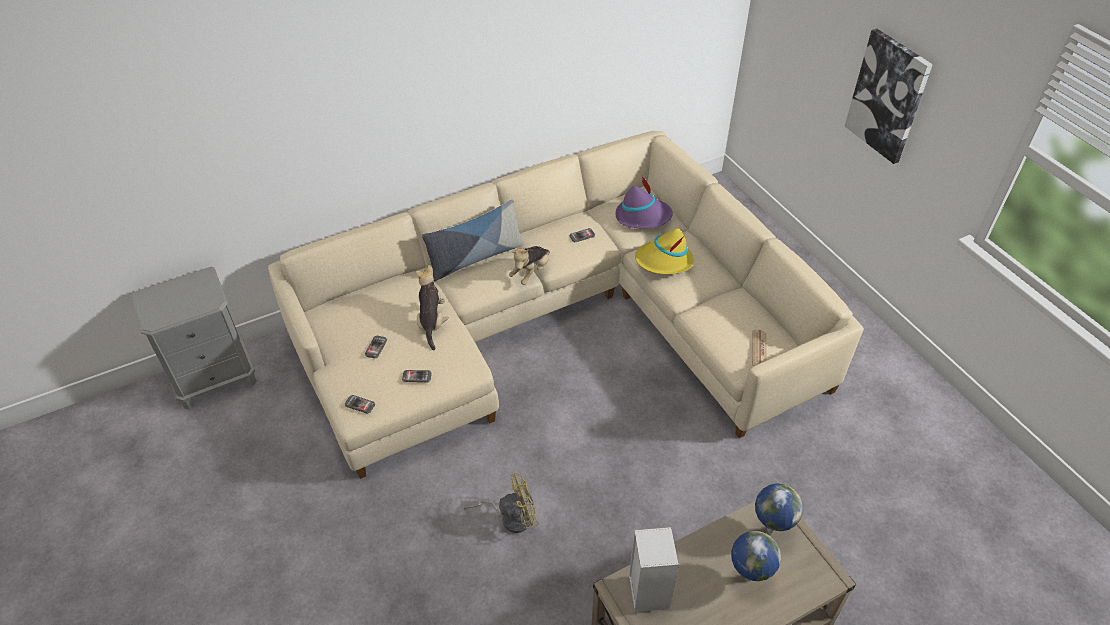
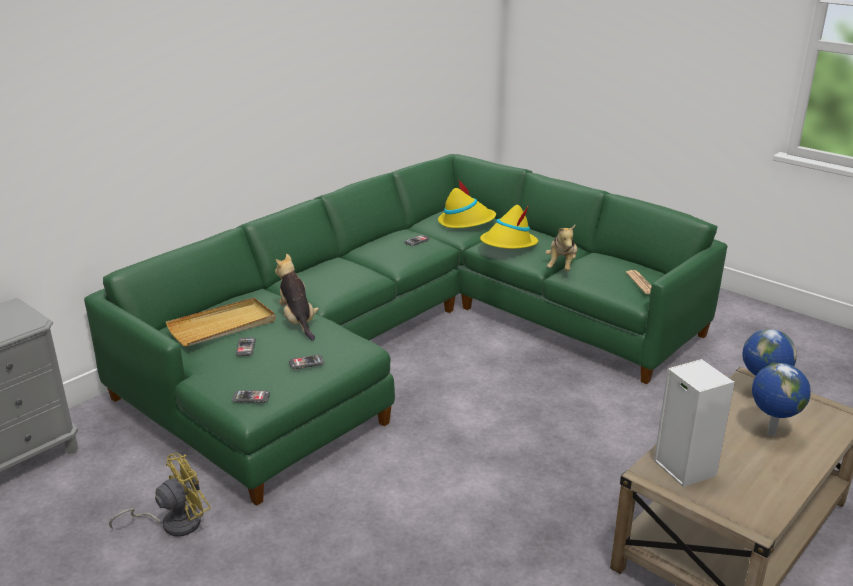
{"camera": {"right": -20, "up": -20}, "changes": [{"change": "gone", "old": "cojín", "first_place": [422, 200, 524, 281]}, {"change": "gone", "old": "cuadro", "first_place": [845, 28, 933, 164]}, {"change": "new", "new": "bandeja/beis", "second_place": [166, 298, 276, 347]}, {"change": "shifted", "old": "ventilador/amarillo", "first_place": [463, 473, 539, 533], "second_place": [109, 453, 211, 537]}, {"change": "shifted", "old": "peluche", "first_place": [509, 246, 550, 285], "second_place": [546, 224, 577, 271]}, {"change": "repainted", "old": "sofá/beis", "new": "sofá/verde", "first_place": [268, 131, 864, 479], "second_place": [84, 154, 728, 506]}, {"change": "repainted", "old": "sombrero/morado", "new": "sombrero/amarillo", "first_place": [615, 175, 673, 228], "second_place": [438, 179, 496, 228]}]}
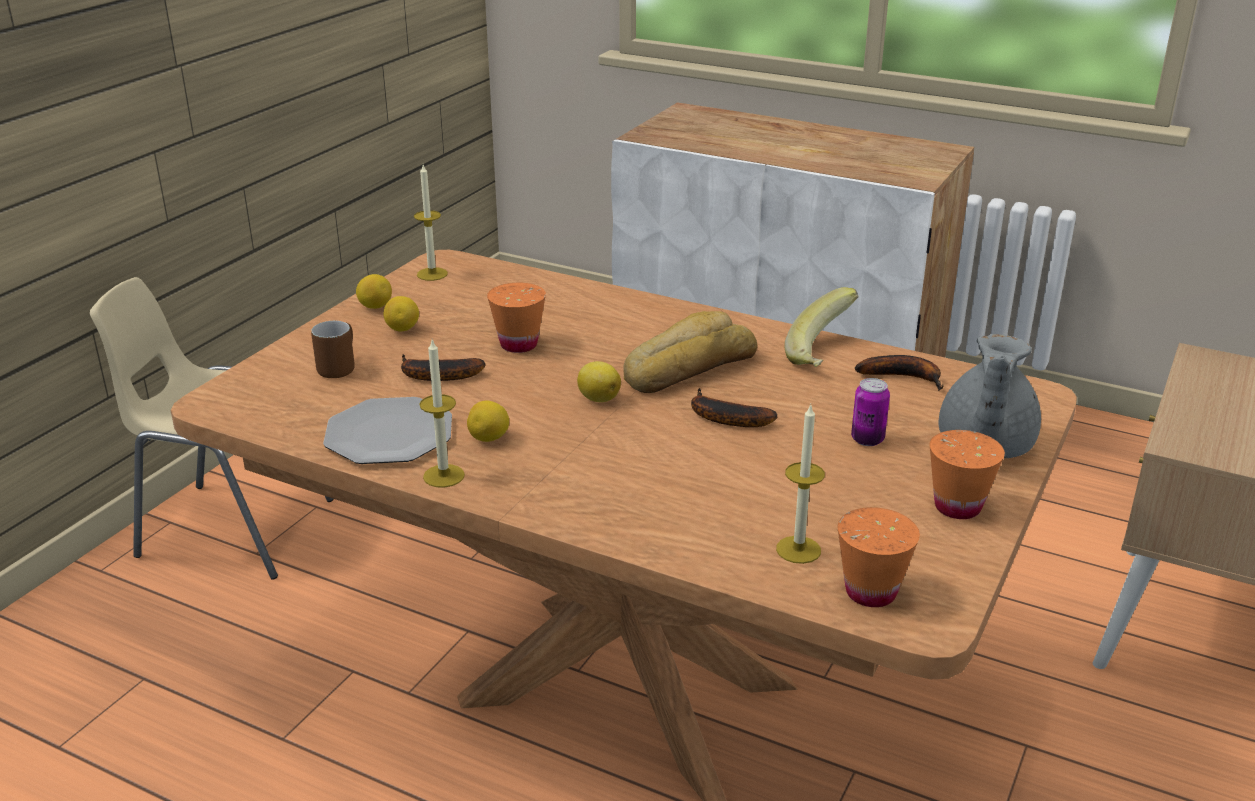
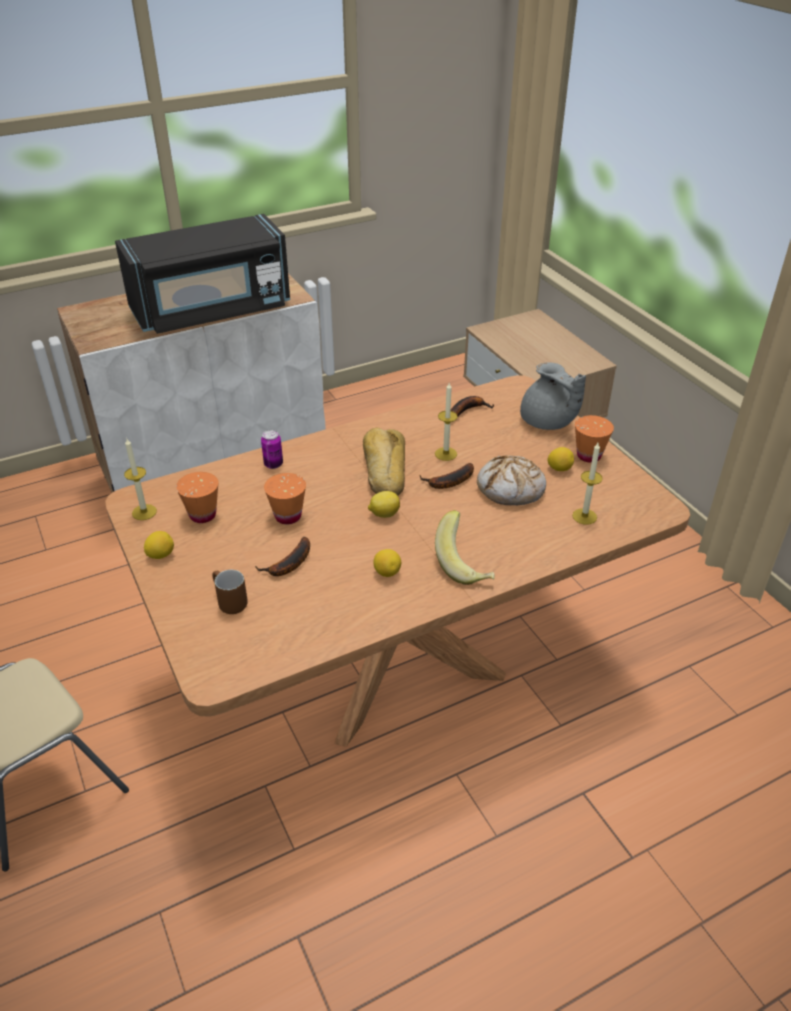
{"camera": {"right": -55, "up": 10}, "changes": [{"change": "gone", "old": "plato", "first_place": [323, 397, 452, 464]}, {"change": "new", "new": "microondas/negro", "second_place": [115, 214, 290, 334]}, {"change": "new", "new": "pan", "second_place": [477, 455, 546, 505]}, {"change": "shifted", "old": "limón", "first_place": [384, 296, 419, 331], "second_place": [547, 447, 574, 471]}, {"change": "shifted", "old": "vela", "first_place": [419, 339, 465, 488], "second_place": [435, 383, 458, 461]}, {"change": "shifted", "old": "plátano", "first_place": [784, 287, 858, 367], "second_place": [435, 510, 494, 585]}, {"change": "shifted", "old": "taza/naranja", "first_place": [838, 507, 920, 607], "second_place": [176, 472, 219, 523]}, {"change": "shifted", "old": "lata", "first_place": [851, 378, 890, 446], "second_place": [261, 430, 283, 469]}]}
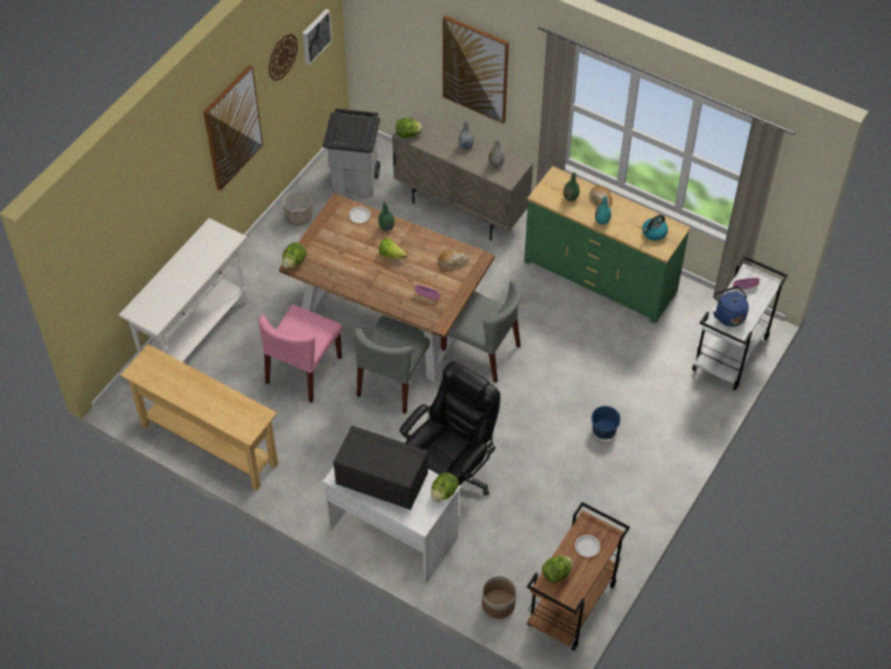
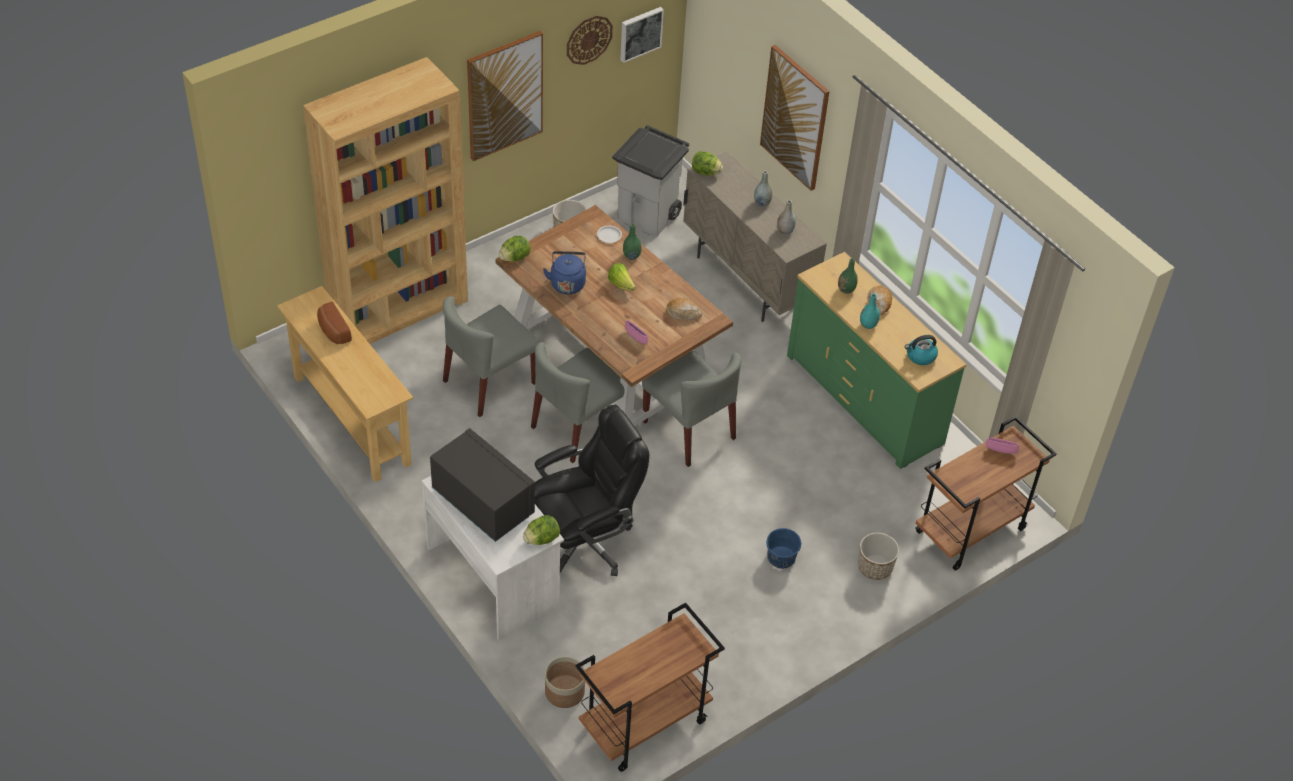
{"camera": {"right": 20, "up": -5}, "changes": [{"change": "gone", "old": "lechuga", "first_place": [542, 556, 573, 583]}, {"change": "gone", "old": "plato/blanco", "first_place": [575, 535, 600, 557]}, {"change": "new", "new": "pan", "second_place": [317, 302, 352, 344]}, {"change": "new", "new": "maceta", "second_place": [858, 533, 899, 580]}, {"change": "shifted", "old": "hervidor/azul", "first_place": [713, 286, 749, 327], "second_place": [543, 251, 586, 294]}, {"change": "swapped", "old": "mesa consola/blanco", "new": "estantería/marrón", "first_place": [119, 218, 247, 362], "second_place": [303, 57, 468, 344]}, {"change": "repainted", "old": "silla/rosa", "new": "silla/gris", "first_place": [258, 305, 342, 403], "second_place": [443, 296, 540, 417]}, {"change": "repainted", "old": "carrito/blanco", "new": "carrito/marrón", "first_place": [692, 255, 788, 390], "second_place": [915, 416, 1057, 571]}]}
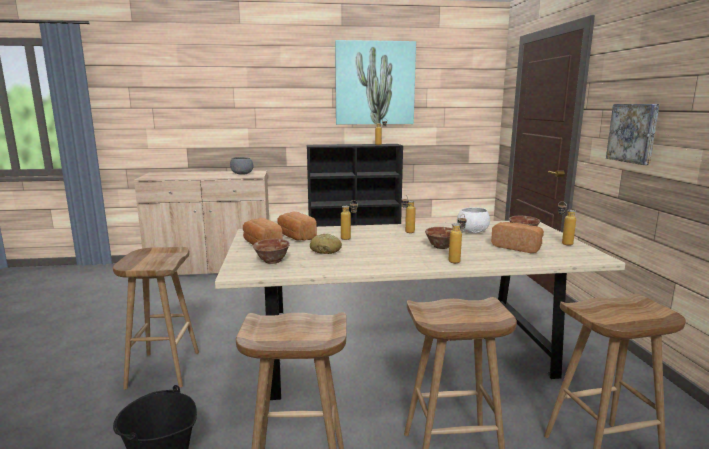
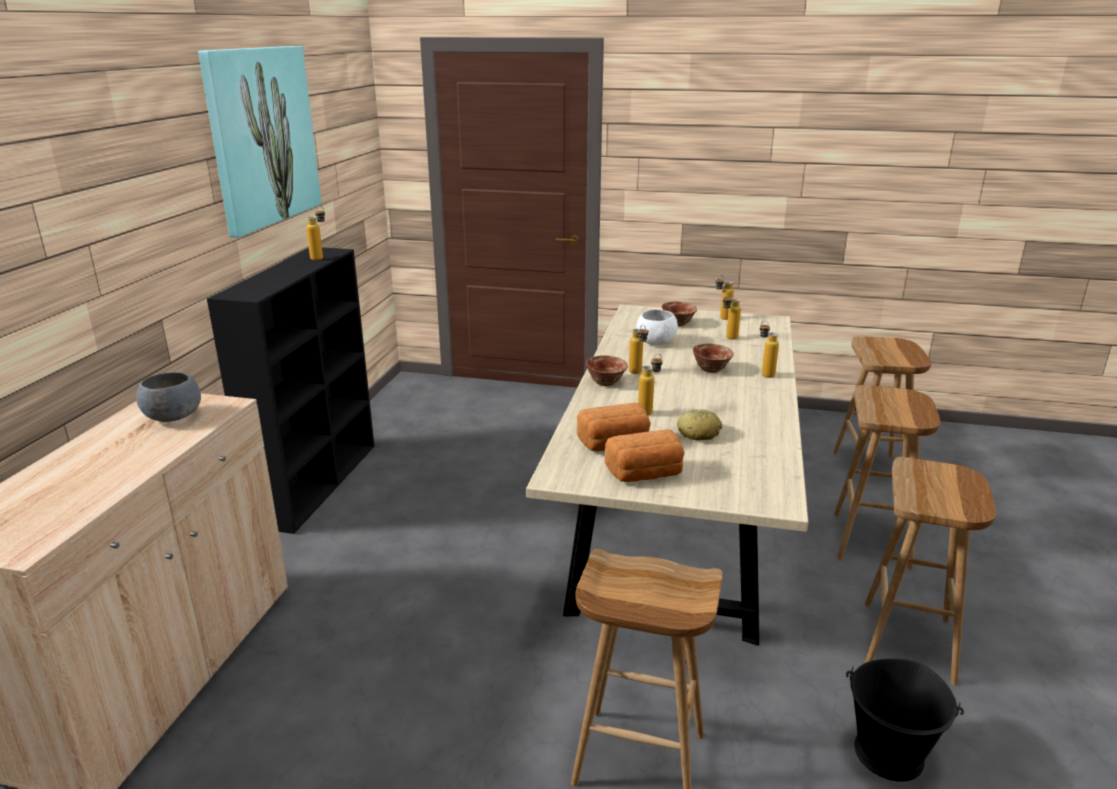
{"camera": {"right": -70, "up": 10}, "changes": [{"change": "gone", "old": "cuadro", "first_place": [606, 104, 659, 165]}, {"change": "shifted", "old": "cuenco", "first_place": [253, 239, 290, 264], "second_place": [586, 355, 628, 386]}, {"change": "swapped", "old": "pan", "new": "botella", "first_place": [491, 222, 544, 253], "second_place": [723, 293, 741, 340]}]}
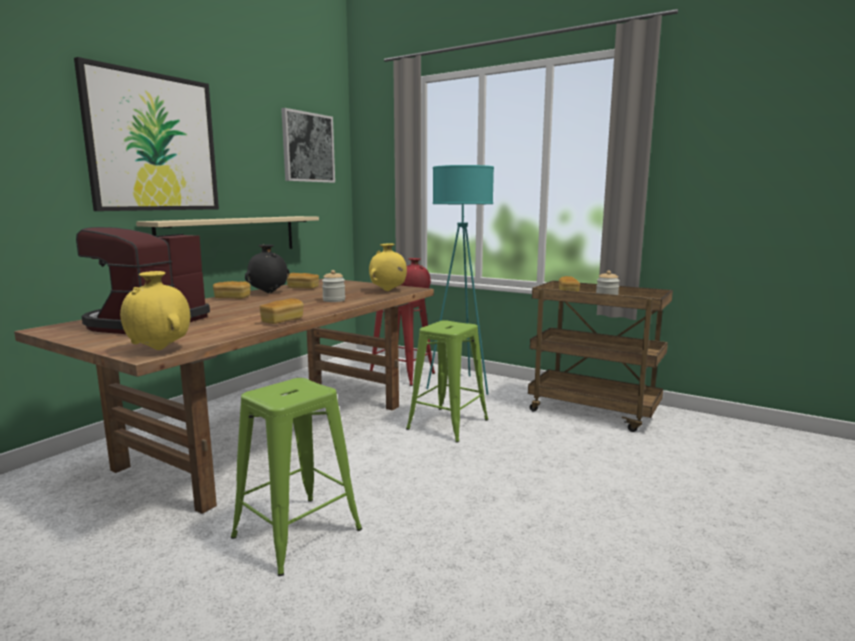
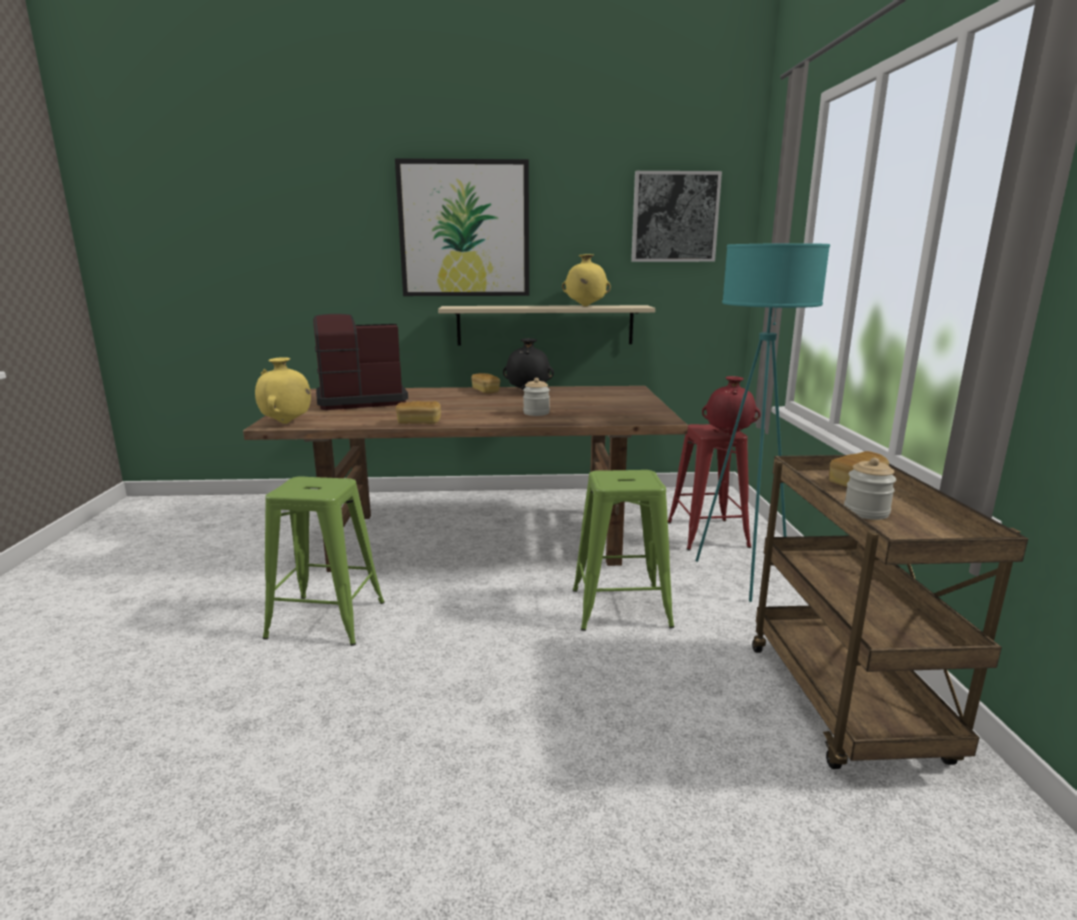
{"camera": {"right": 55, "up": 5}, "changes": [{"change": "gone", "old": "pan", "first_place": [287, 273, 319, 289]}, {"change": "shifted", "old": "florero/amarillo", "first_place": [369, 244, 407, 291], "second_place": [562, 254, 611, 307]}]}
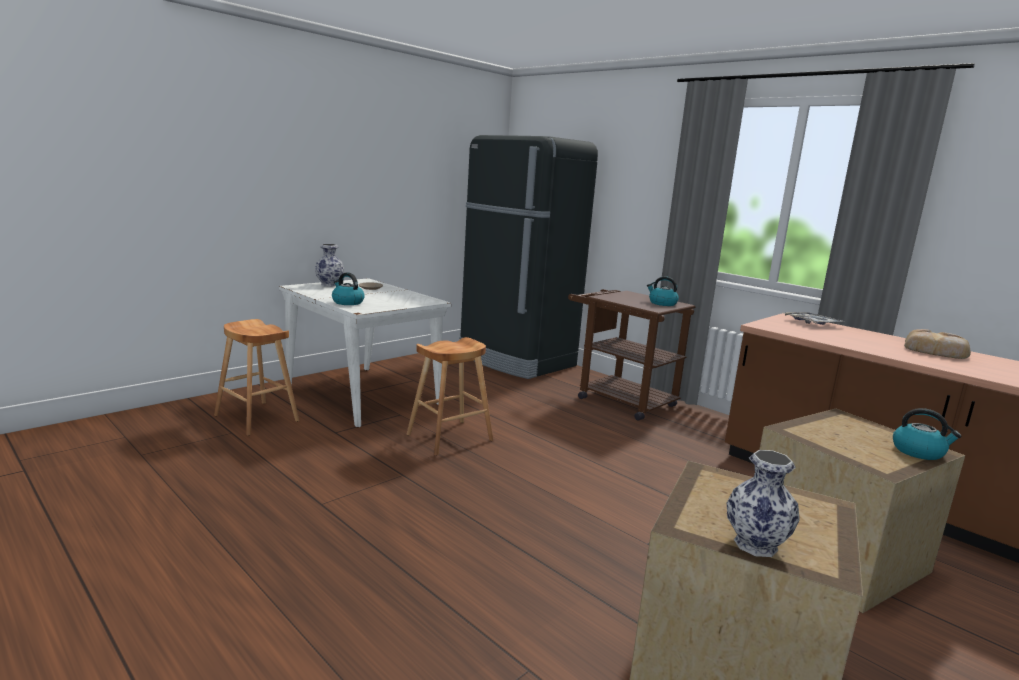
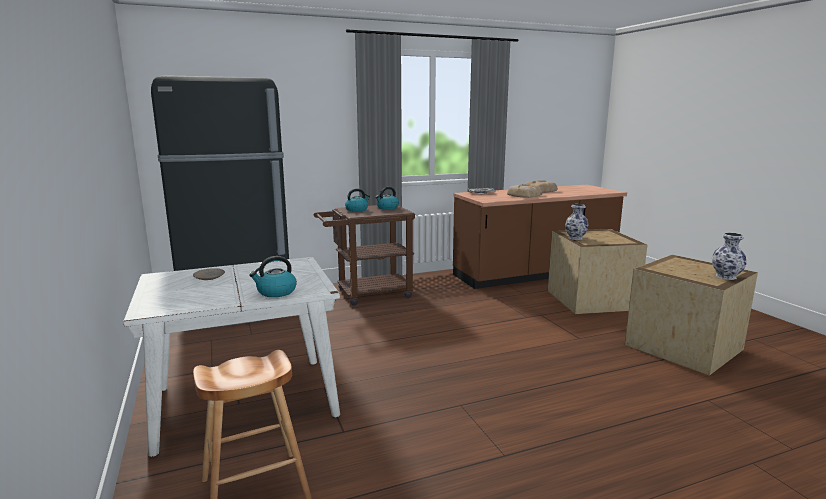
{"camera": {"right": -65, "up": 0}, "changes": [{"change": "gone", "old": "taburete/marrón", "first_place": [406, 337, 493, 456]}, {"change": "new", "new": "pan", "second_place": [507, 184, 543, 198]}, {"change": "shifted", "old": "florero", "first_place": [315, 244, 344, 287], "second_place": [565, 204, 588, 240]}, {"change": "shifted", "old": "hervidor", "first_place": [893, 408, 962, 460], "second_place": [345, 188, 370, 212]}]}
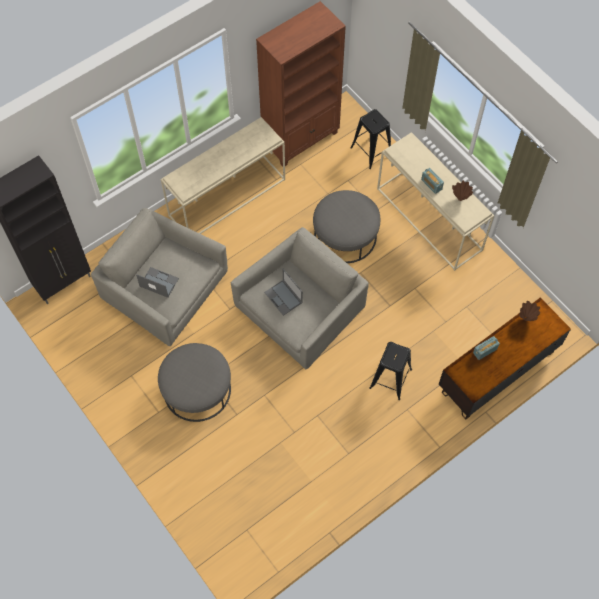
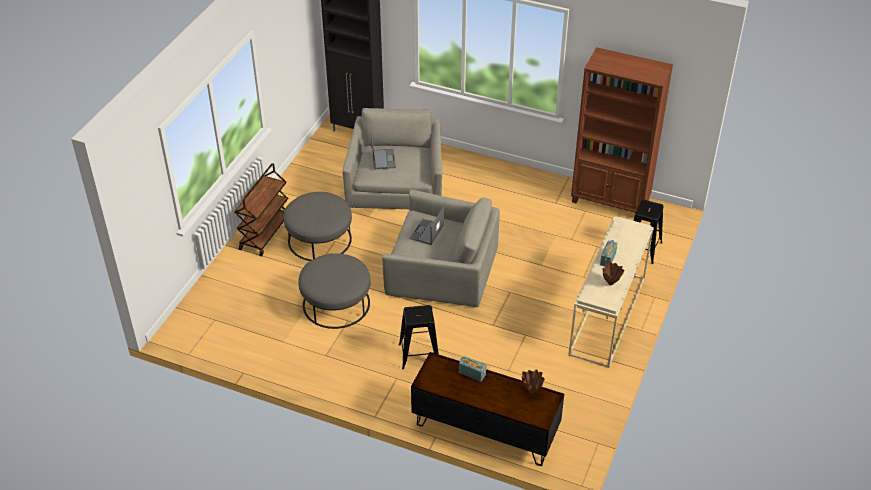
{"camera": {"right": 60, "up": -20}, "changes": [{"change": "gone", "old": "mesa consola/beis", "first_place": [161, 117, 285, 234]}, {"change": "new", "new": "carrito/marrón", "second_place": [234, 163, 288, 257]}, {"change": "shifted", "old": "puf/gris", "first_place": [313, 190, 380, 263], "second_place": [298, 253, 371, 329]}]}
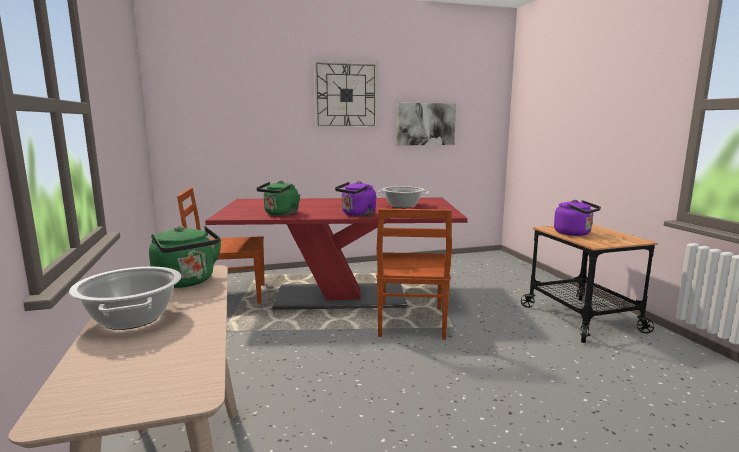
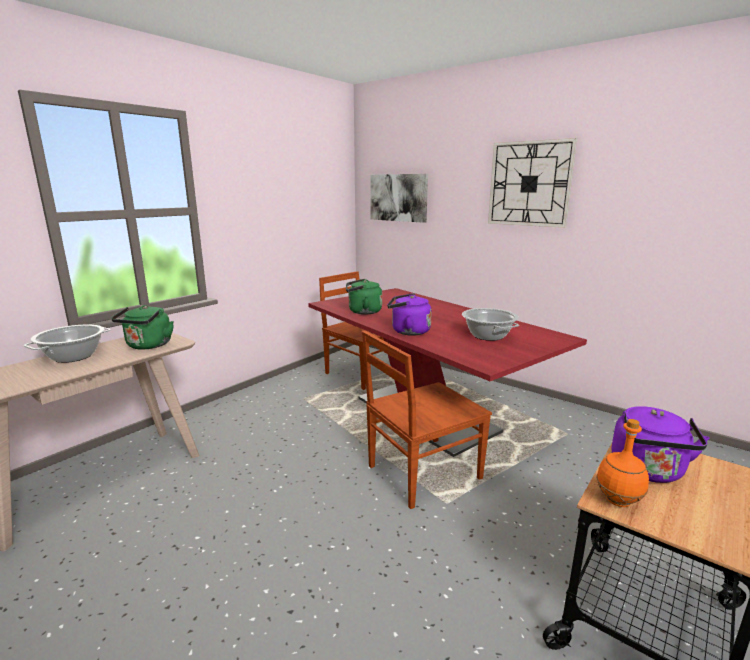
{"camera": {"right": 55, "up": 5}, "changes": [{"change": "new", "new": "botella/naranja", "second_place": [596, 419, 649, 507]}, {"change": "shifted", "old": "cuadro", "first_place": [397, 103, 456, 146], "second_place": [370, 174, 428, 223]}]}
